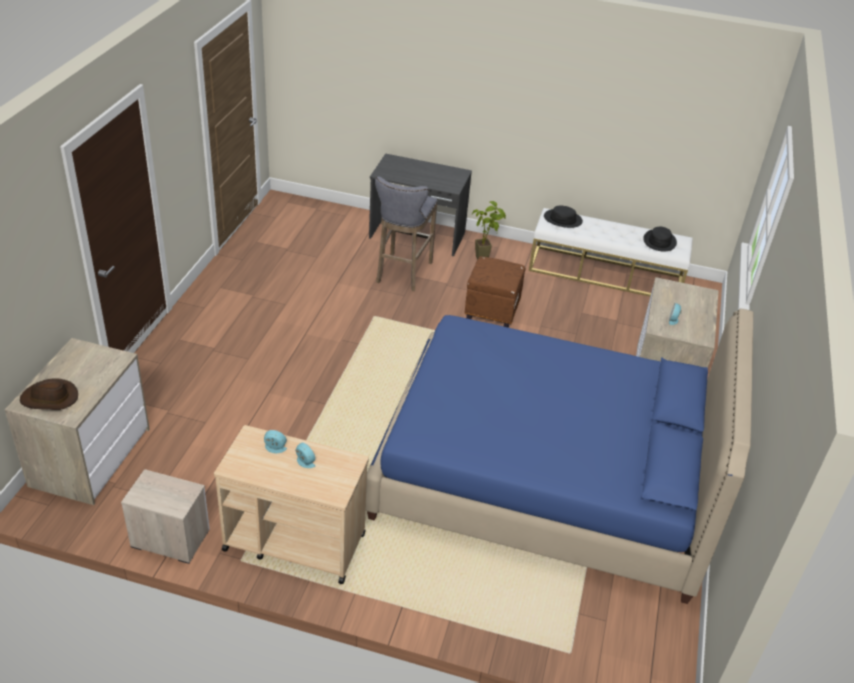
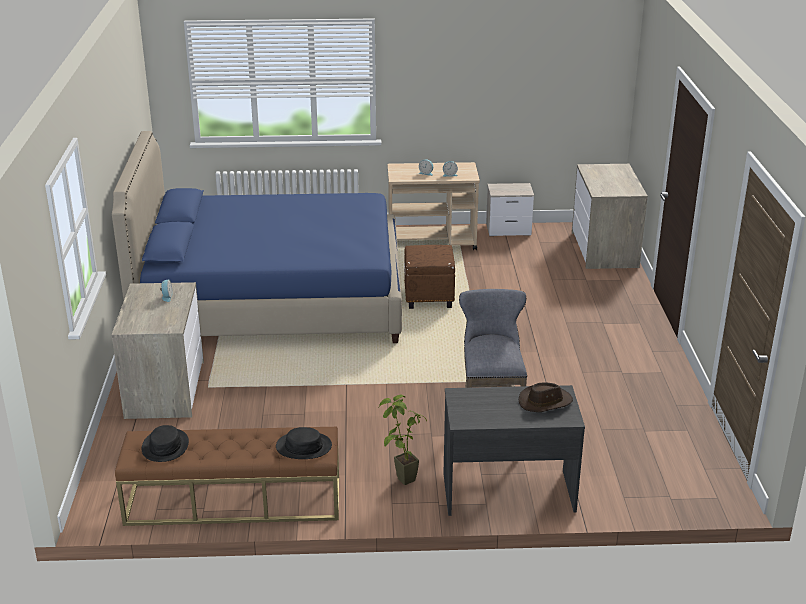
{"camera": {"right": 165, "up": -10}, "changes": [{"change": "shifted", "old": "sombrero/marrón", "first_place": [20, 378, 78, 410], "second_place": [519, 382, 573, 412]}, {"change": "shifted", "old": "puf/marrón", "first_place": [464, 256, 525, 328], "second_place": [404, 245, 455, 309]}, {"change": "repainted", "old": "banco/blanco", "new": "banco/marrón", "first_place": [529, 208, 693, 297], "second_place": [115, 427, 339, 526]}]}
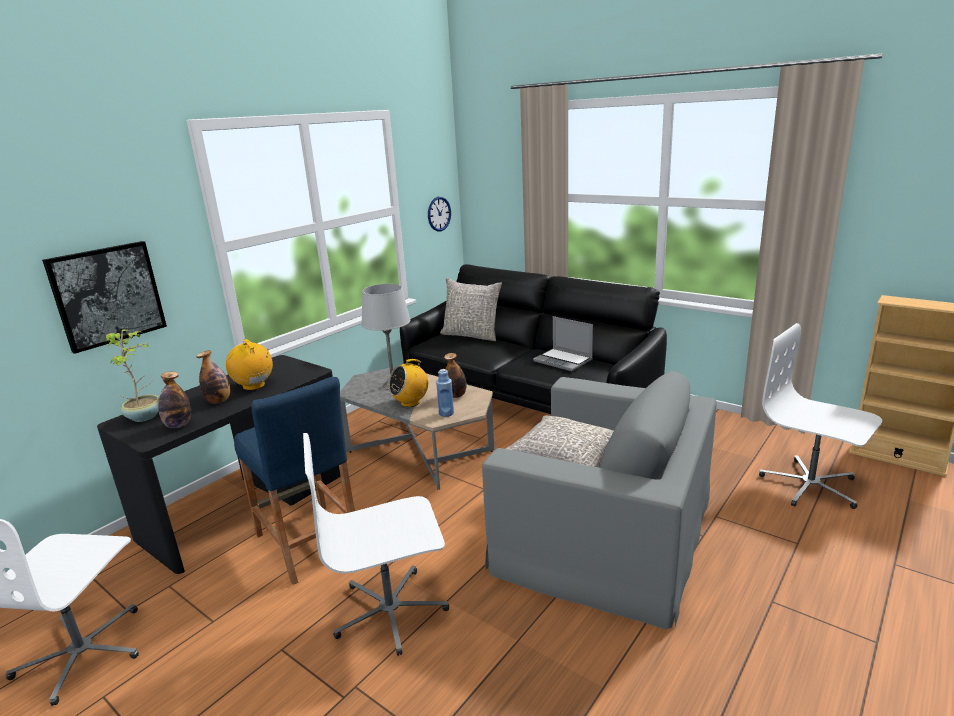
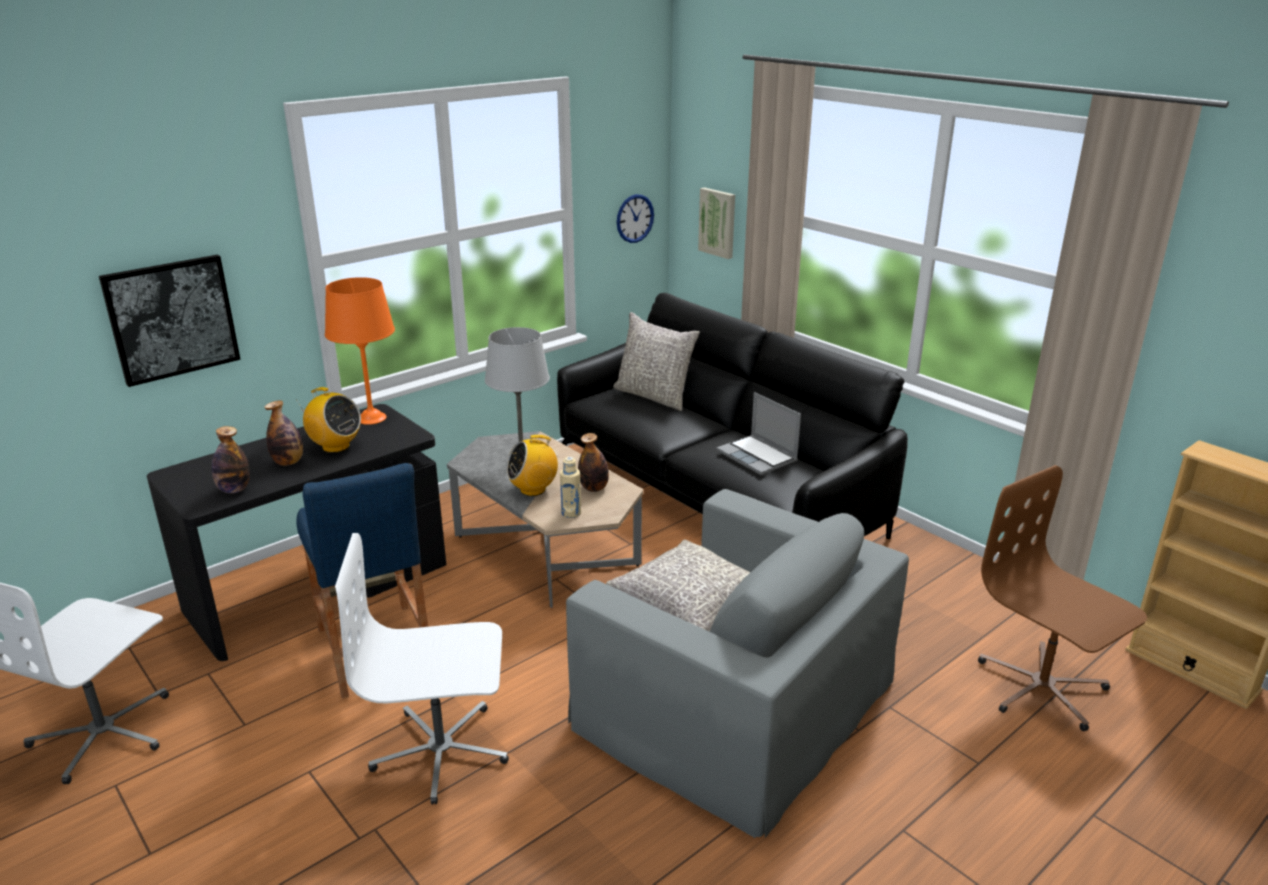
{"camera": {"right": 10, "up": 5}, "changes": [{"change": "gone", "old": "planta en maceta", "first_place": [106, 329, 159, 422]}, {"change": "new", "new": "lámpara de mesa/naranja", "second_place": [325, 277, 395, 425]}, {"change": "new", "new": "cuadro", "second_place": [698, 187, 735, 259]}, {"change": "repainted", "old": "botella/azul", "new": "botella/beis", "first_place": [436, 369, 454, 417], "second_place": [560, 457, 581, 518]}, {"change": "repainted", "old": "silla de oficina/blanco", "new": "silla de oficina/marrón", "first_place": [759, 323, 882, 509], "second_place": [978, 465, 1147, 731]}, {"change": "rotated", "old": "radio", "first_place": [226, 339, 273, 390], "second_place": [296, 387, 361, 453], "degrees": 150}]}
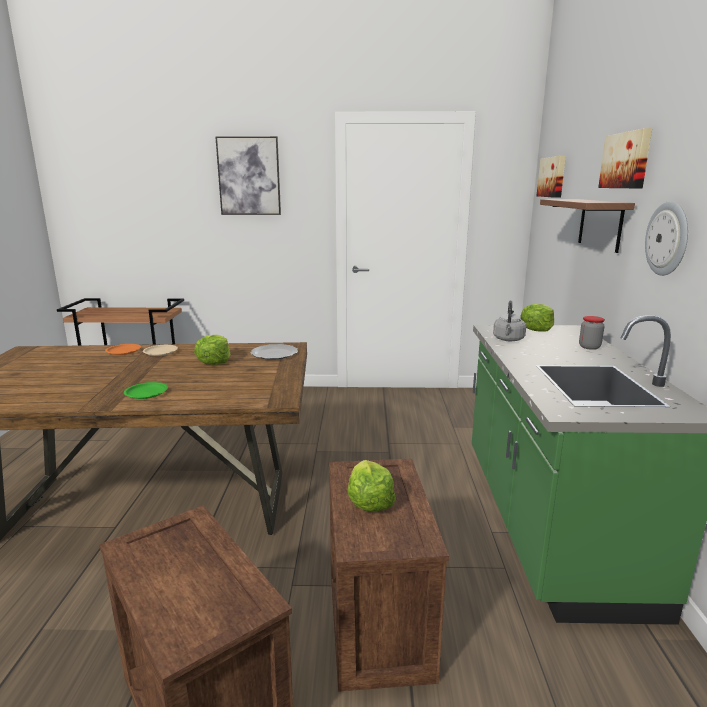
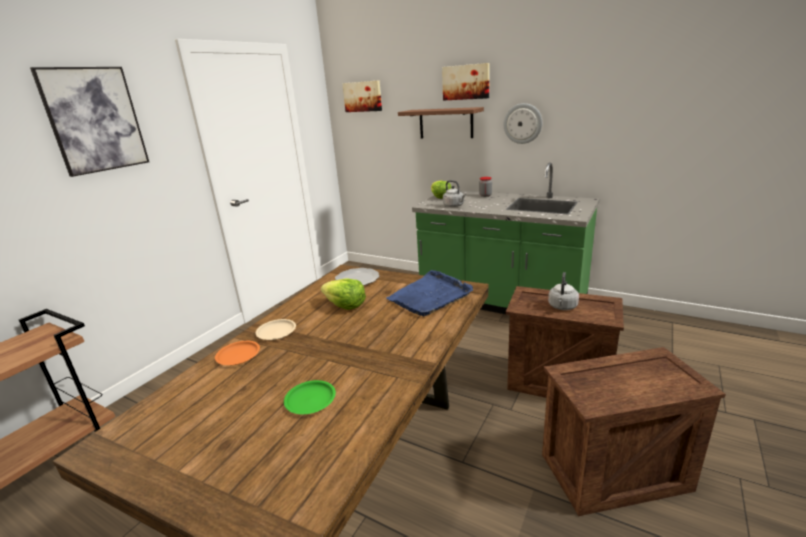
{"camera": {"right": -60, "up": 5}, "changes": [{"change": "new", "new": "bandeja/azul", "second_place": [386, 270, 473, 316]}, {"change": "shifted", "old": "plato/verde", "first_place": [124, 382, 168, 399], "second_place": [284, 380, 336, 414]}, {"change": "swapped", "old": "lechuga", "new": "hervidor/gris", "first_place": [348, 460, 396, 512], "second_place": [548, 272, 579, 310]}]}
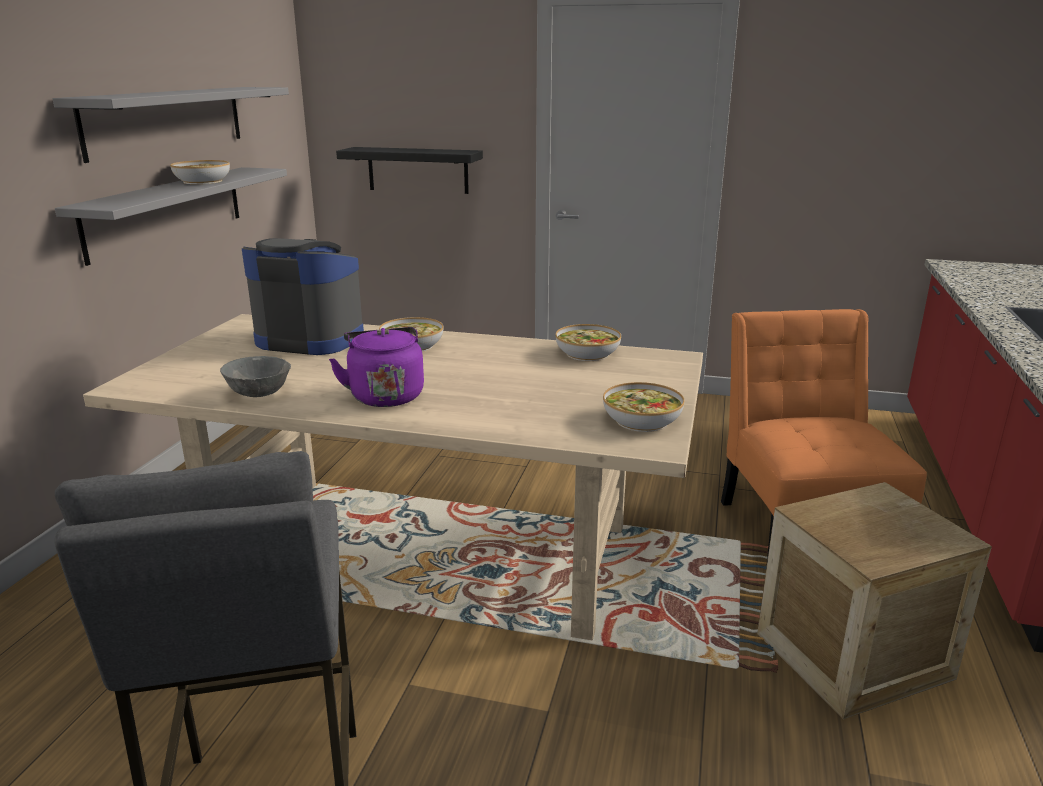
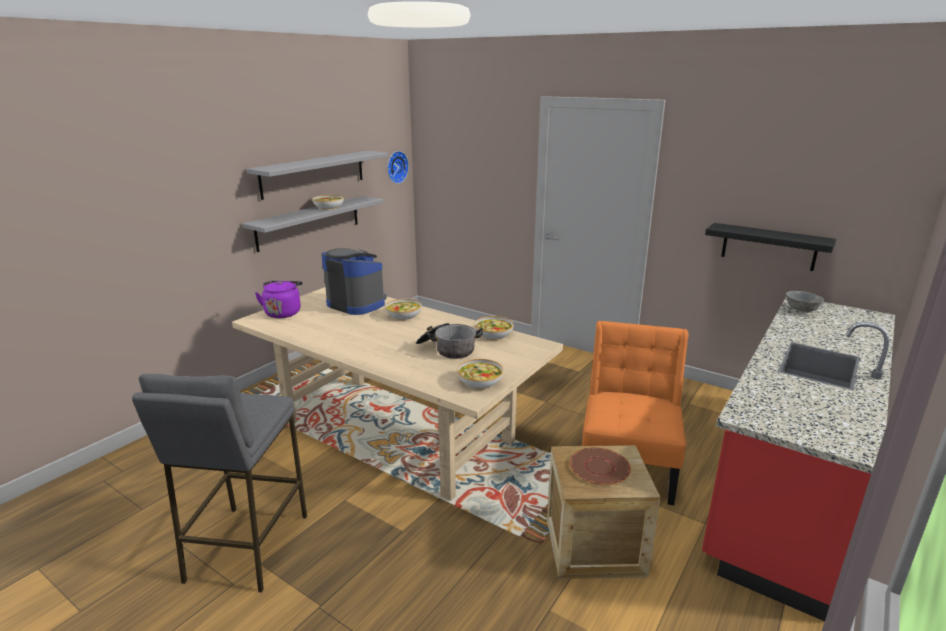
{"camera": {"right": 20, "up": 0}, "changes": [{"change": "new", "new": "reloj de pared", "second_place": [387, 151, 409, 184]}, {"change": "new", "new": "olla", "second_place": [416, 323, 484, 359]}, {"change": "new", "new": "plato/marrón", "second_place": [569, 447, 631, 485]}, {"change": "shifted", "old": "cuenco/gris", "first_place": [220, 356, 291, 397], "second_place": [786, 291, 824, 312]}, {"change": "shifted", "old": "hervidor/morado", "first_place": [329, 327, 424, 407], "second_place": [255, 281, 302, 318]}, {"change": "shifted", "old": "estante/negro", "first_place": [336, 147, 483, 194], "second_place": [705, 223, 837, 271]}]}
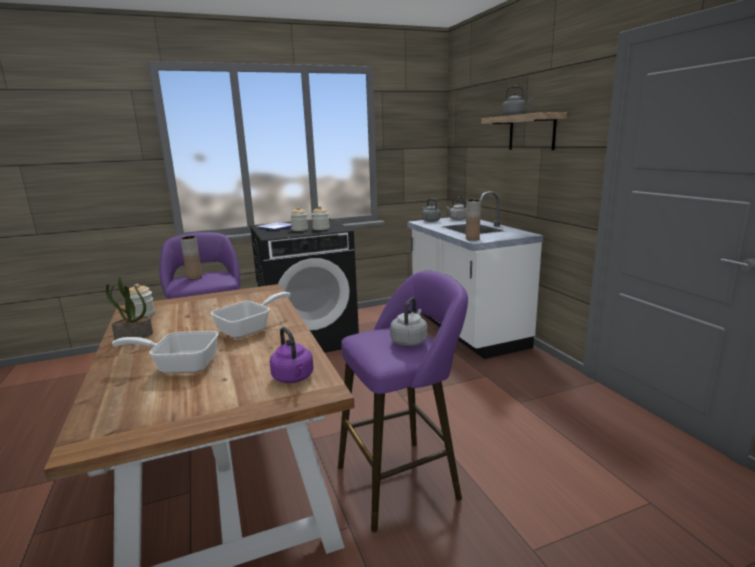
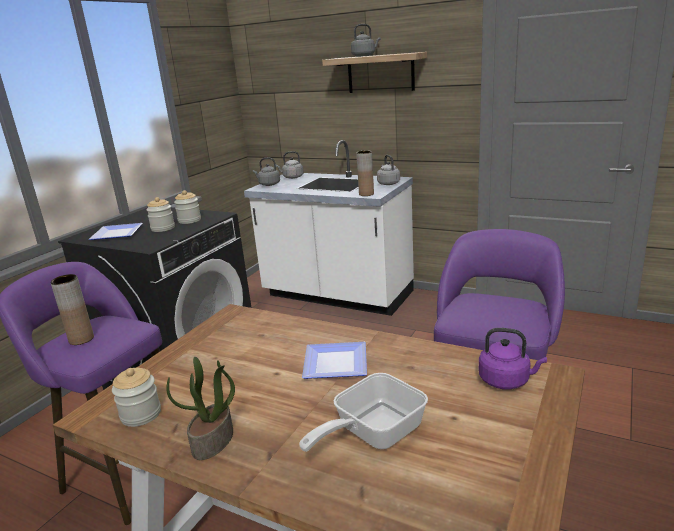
{"camera": {"right": -40, "up": 5}, "changes": [{"change": "shifted", "old": "hervidor/gris", "first_place": [390, 297, 428, 346], "second_place": [377, 155, 400, 185]}, {"change": "swapped", "old": "sartén", "new": "plato", "first_place": [211, 292, 291, 338], "second_place": [302, 342, 367, 379]}]}
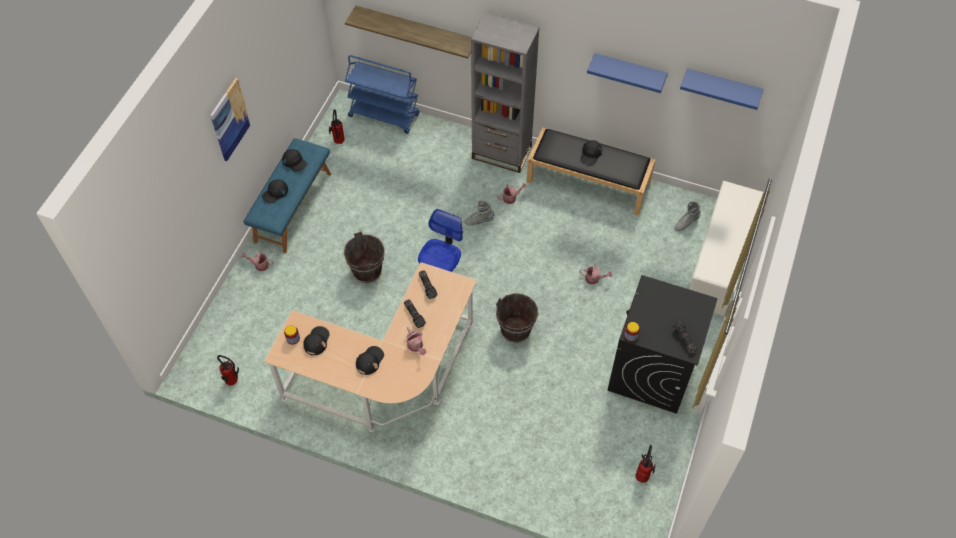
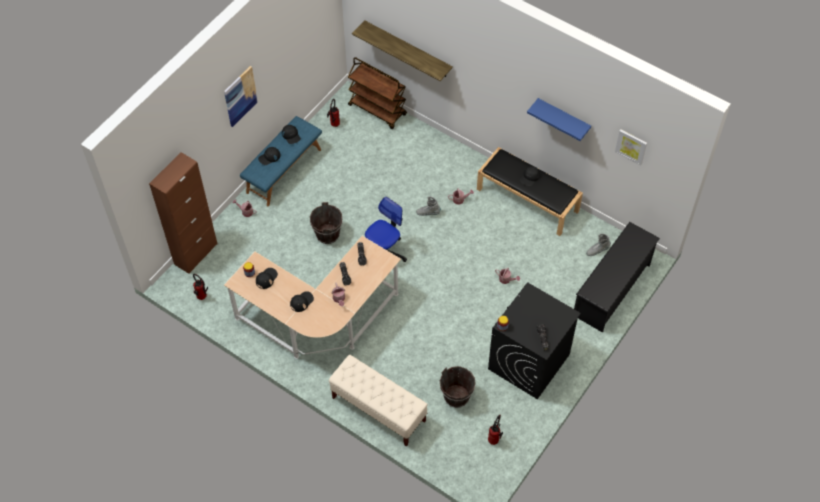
{"camera": {"right": 15, "up": 0}, "changes": [{"change": "gone", "old": "estantería/gris", "first_place": [471, 12, 540, 173]}, {"change": "new", "new": "armario/marrón", "second_place": [149, 152, 217, 274]}, {"change": "new", "new": "banco/beis", "second_place": [329, 355, 428, 447]}, {"change": "shifted", "old": "cubo/marrón", "first_place": [496, 293, 539, 343], "second_place": [440, 366, 476, 408]}, {"change": "swapped", "old": "estante/azul", "new": "cuadro", "first_place": [680, 68, 764, 110], "second_place": [615, 129, 647, 166]}, {"change": "repainted", "old": "carrito/azul", "new": "carrito/marrón", "first_place": [345, 55, 420, 134], "second_place": [348, 57, 407, 129]}, {"change": "repainted", "old": "zapatero/blanco", "new": "zapatero/negro", "first_place": [689, 181, 764, 316], "second_place": [574, 222, 660, 333]}]}
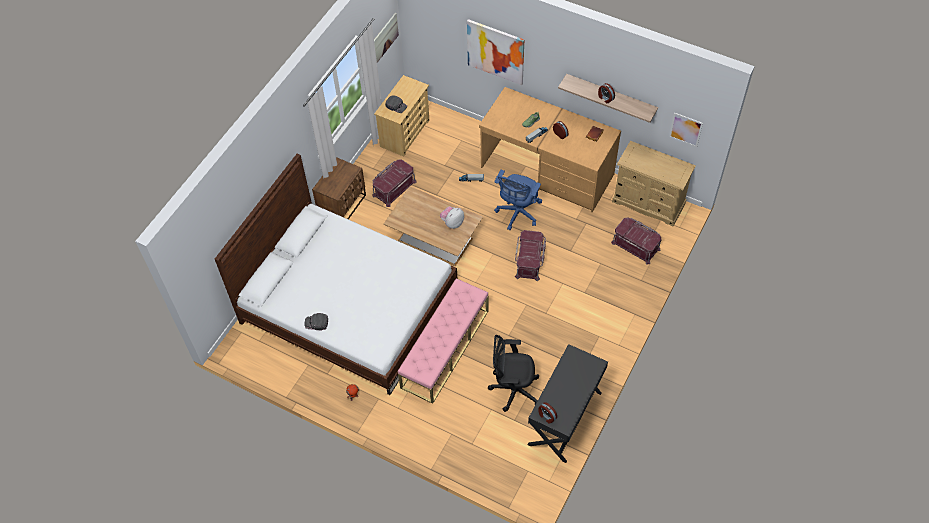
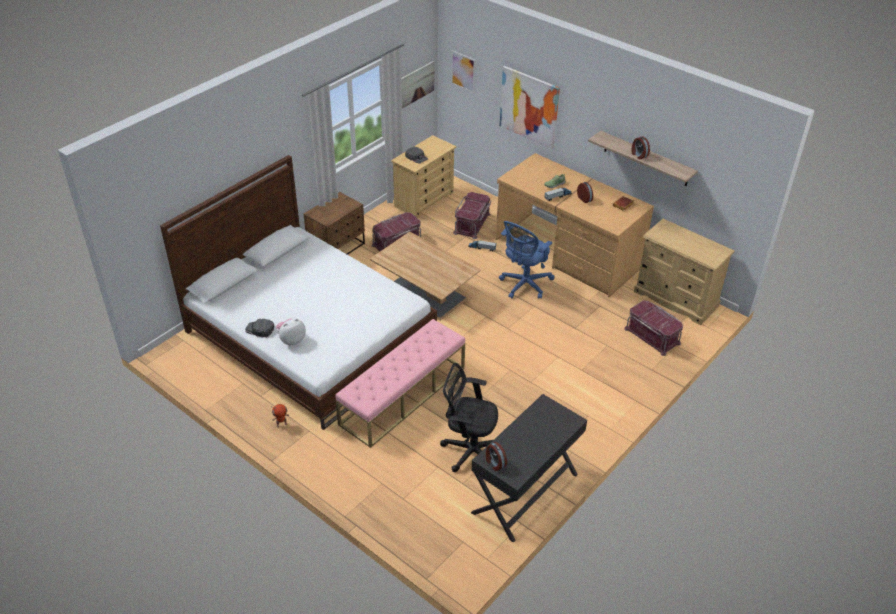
{"camera": {"right": 10, "up": -15}, "changes": [{"change": "shifted", "old": "peluche", "first_place": [440, 206, 464, 229], "second_place": [276, 318, 306, 346]}, {"change": "shifted", "old": "caja de almacenaje/rojo", "first_place": [515, 230, 546, 281], "second_place": [453, 192, 491, 239]}, {"change": "shifted", "old": "cuadro", "first_place": [669, 112, 703, 147], "second_place": [451, 50, 476, 93]}]}
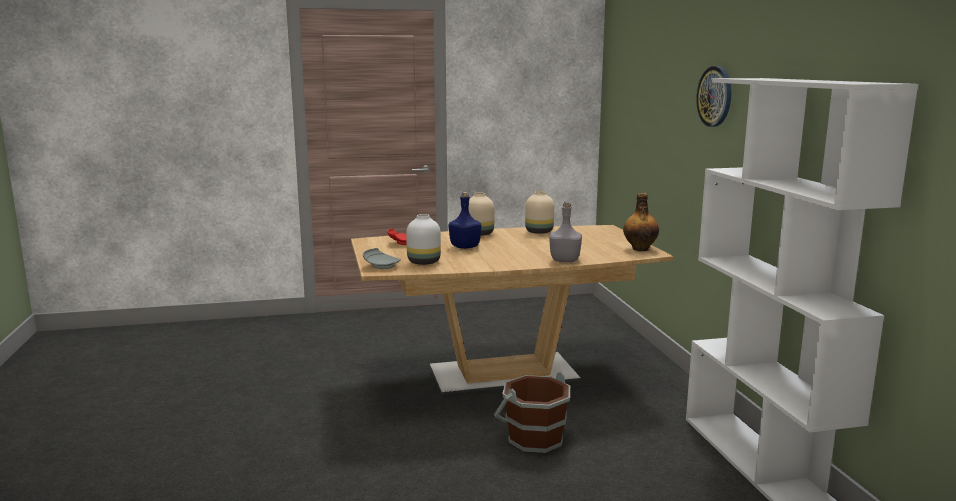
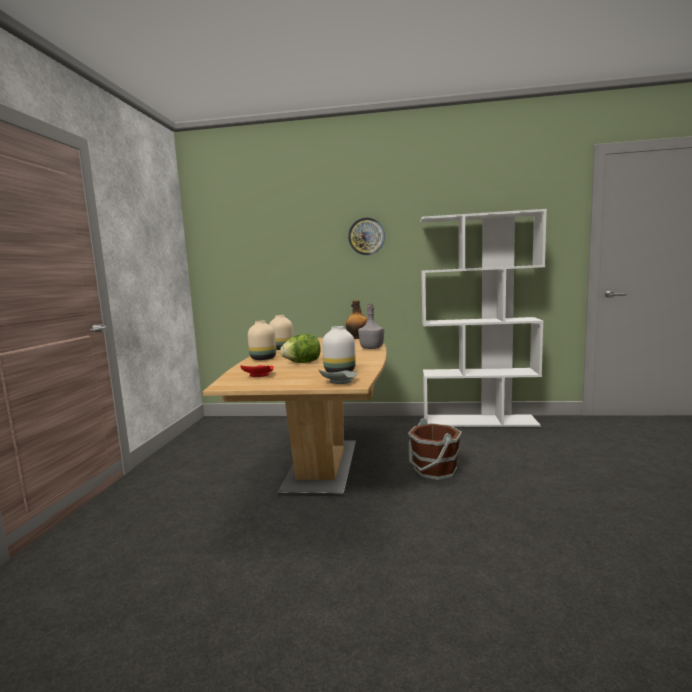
{"camera": {"right": -70, "up": -5}, "changes": [{"change": "swapped", "old": "botella/azul", "new": "lechuga", "first_place": [449, 192, 482, 249], "second_place": [280, 334, 321, 363]}]}
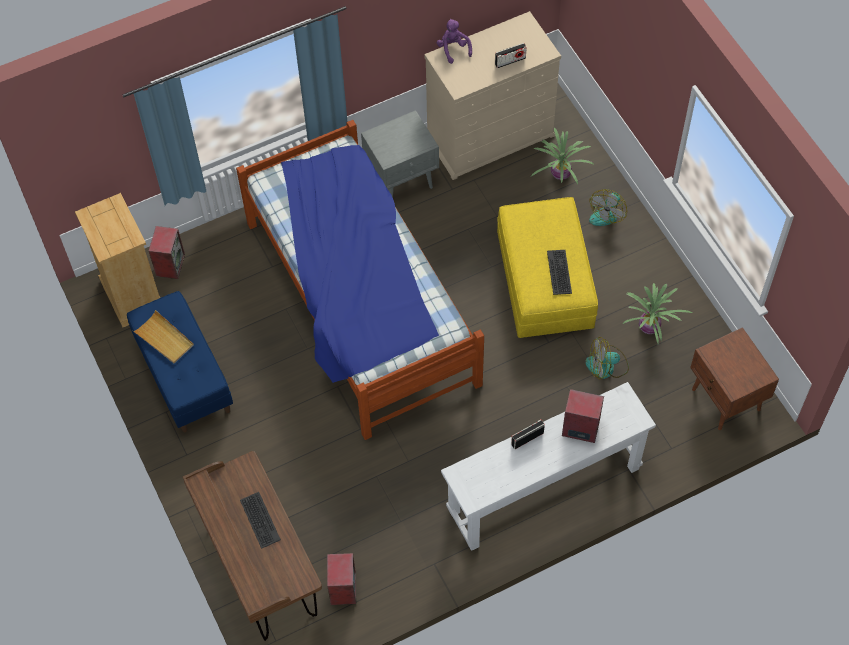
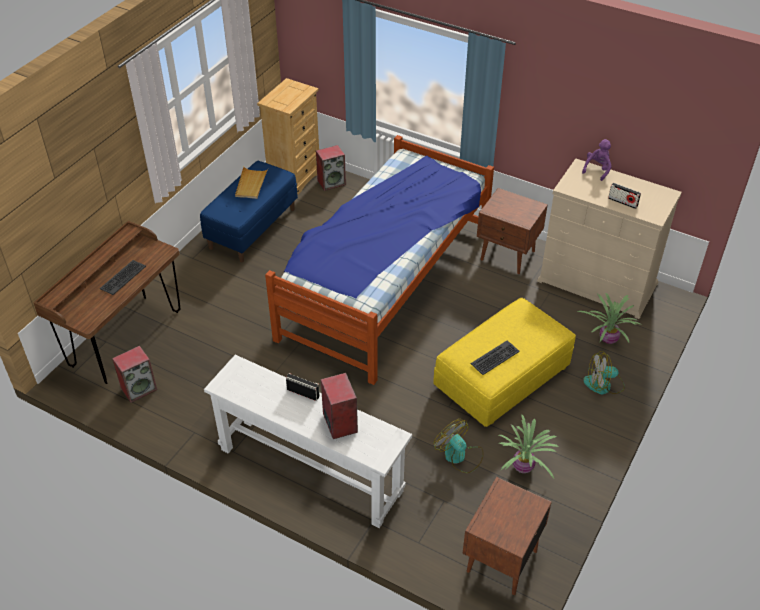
{"camera": {"right": 55, "up": -15}, "changes": [{"change": "repainted", "old": "mesita de noche/gris", "new": "mesita de noche/marrón", "first_place": [361, 110, 439, 198], "second_place": [477, 188, 548, 274]}]}
